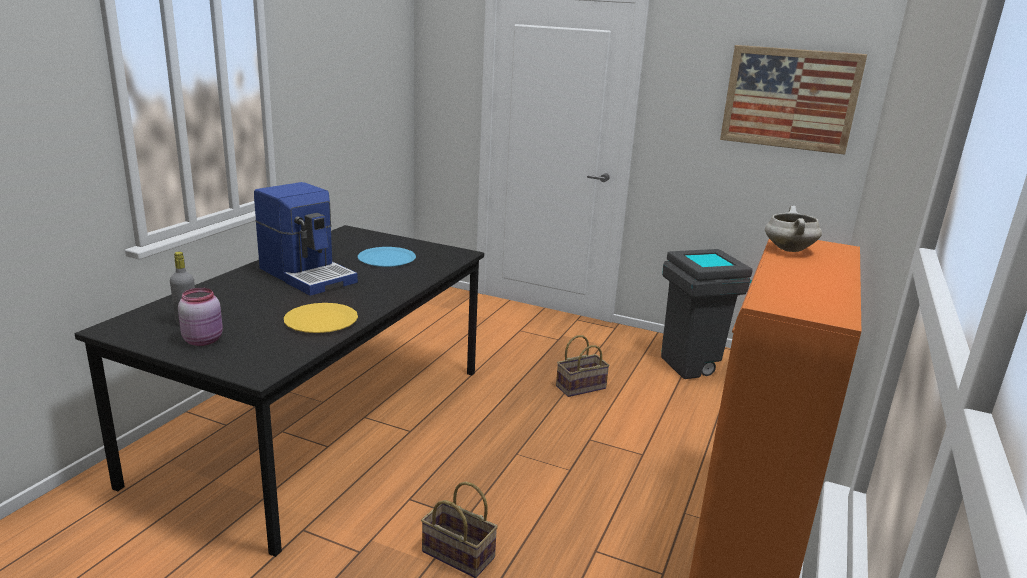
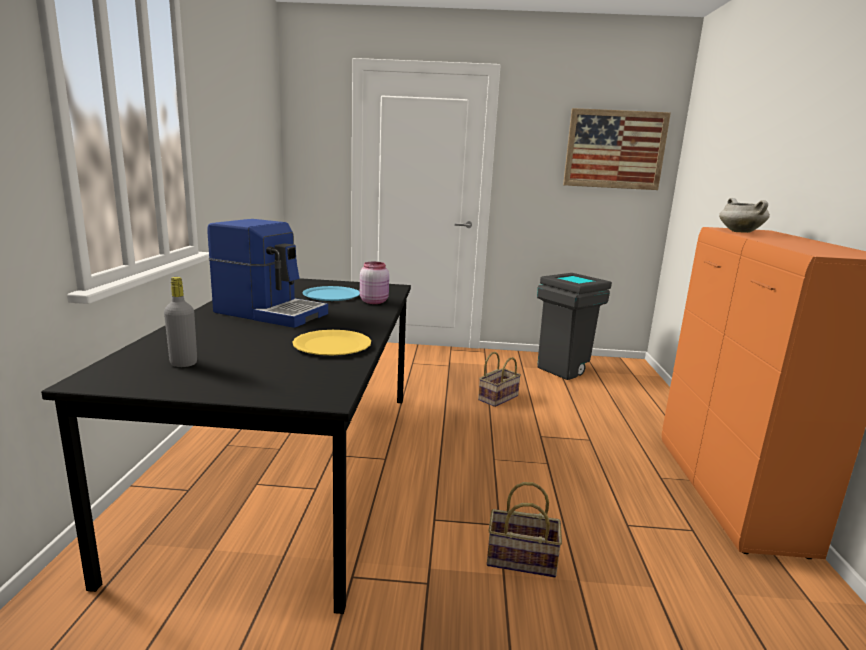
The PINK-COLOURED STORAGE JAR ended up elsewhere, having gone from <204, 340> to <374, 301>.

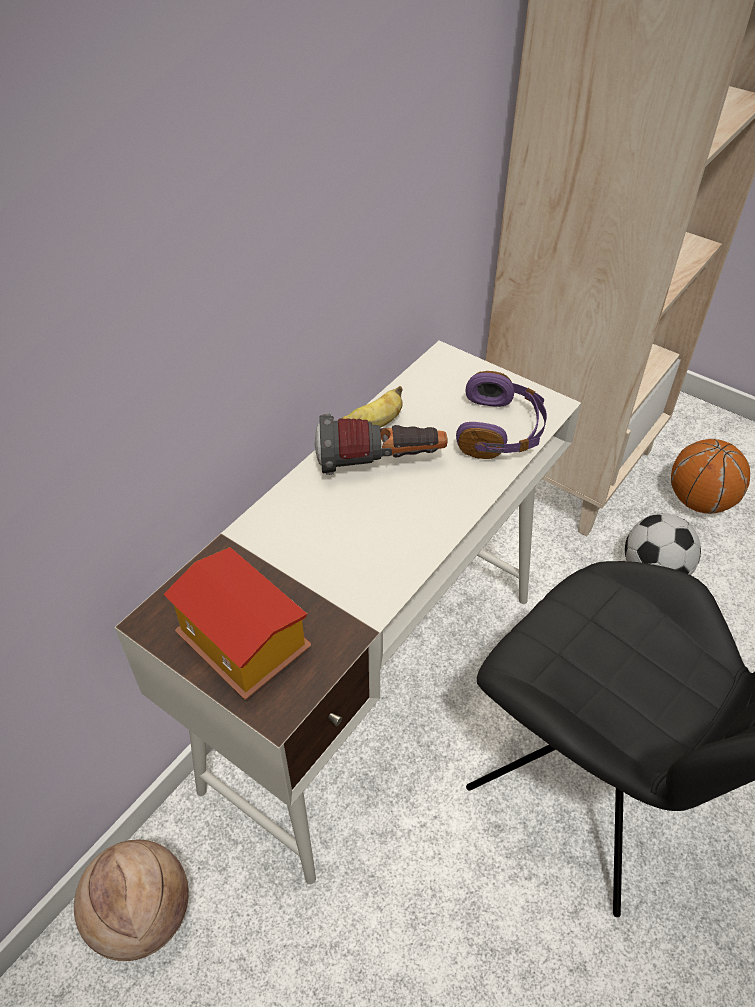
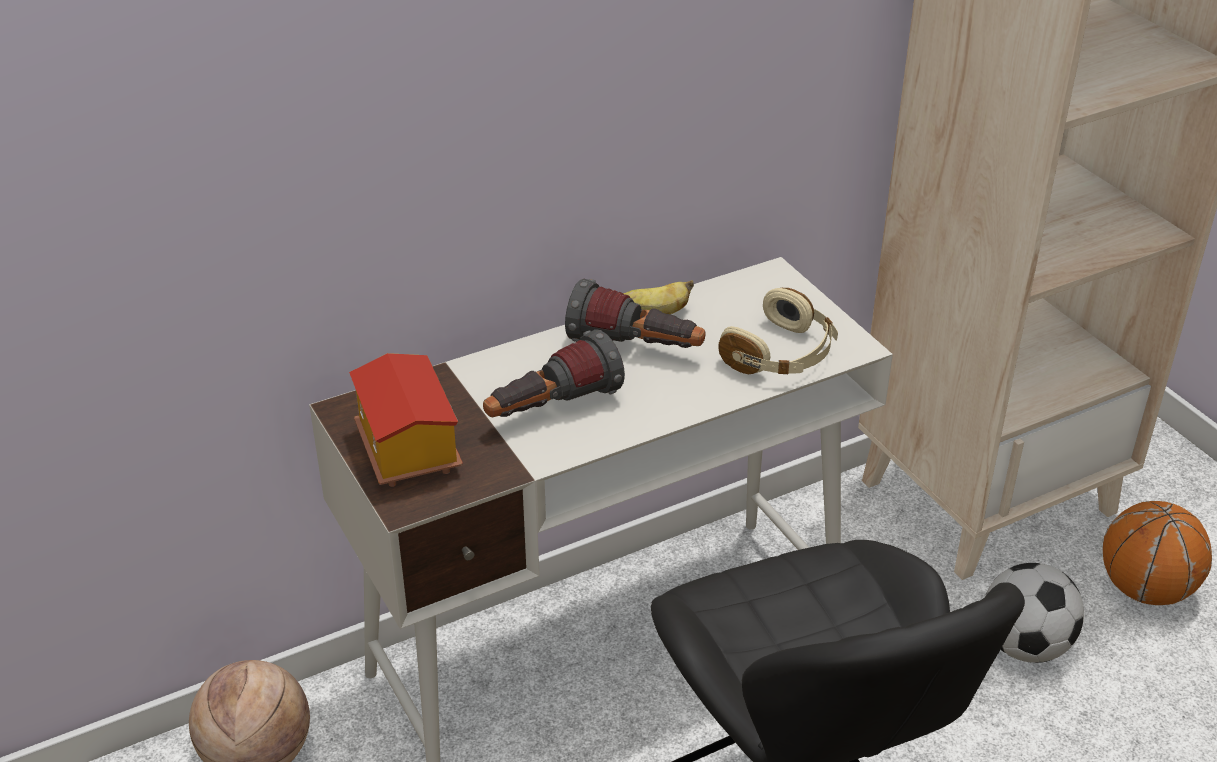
The second view gained the TORCH at <551, 409>. What was the PURPLE-COLOURED PAIR OF HEADPHONES at <500, 431> turned into the SAND-COLOURED PAIR OF HEADPHONES at <781, 355>.

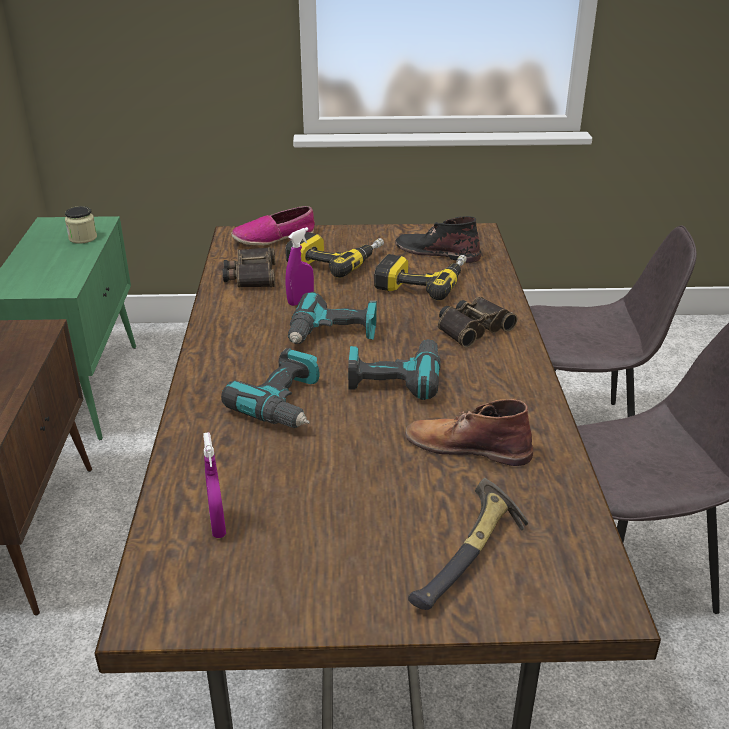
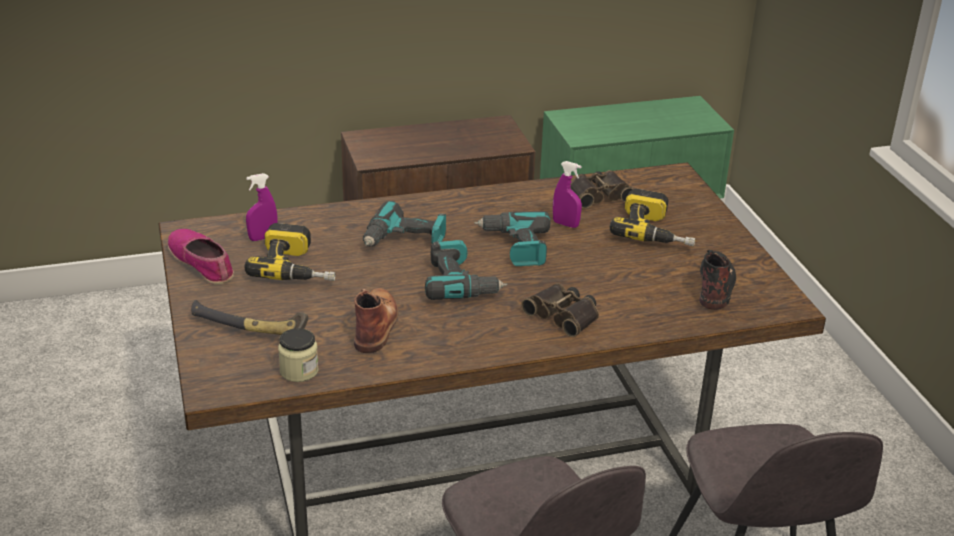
The STORAGE JAR ended up elsewhere, having gone from <83, 238> to <299, 371>. The SHOE ended up elsewhere, having gone from <274, 237> to <202, 263>. The ELECTRIC DRILL ended up elsewhere, having gone from <422, 282> to <298, 267>.

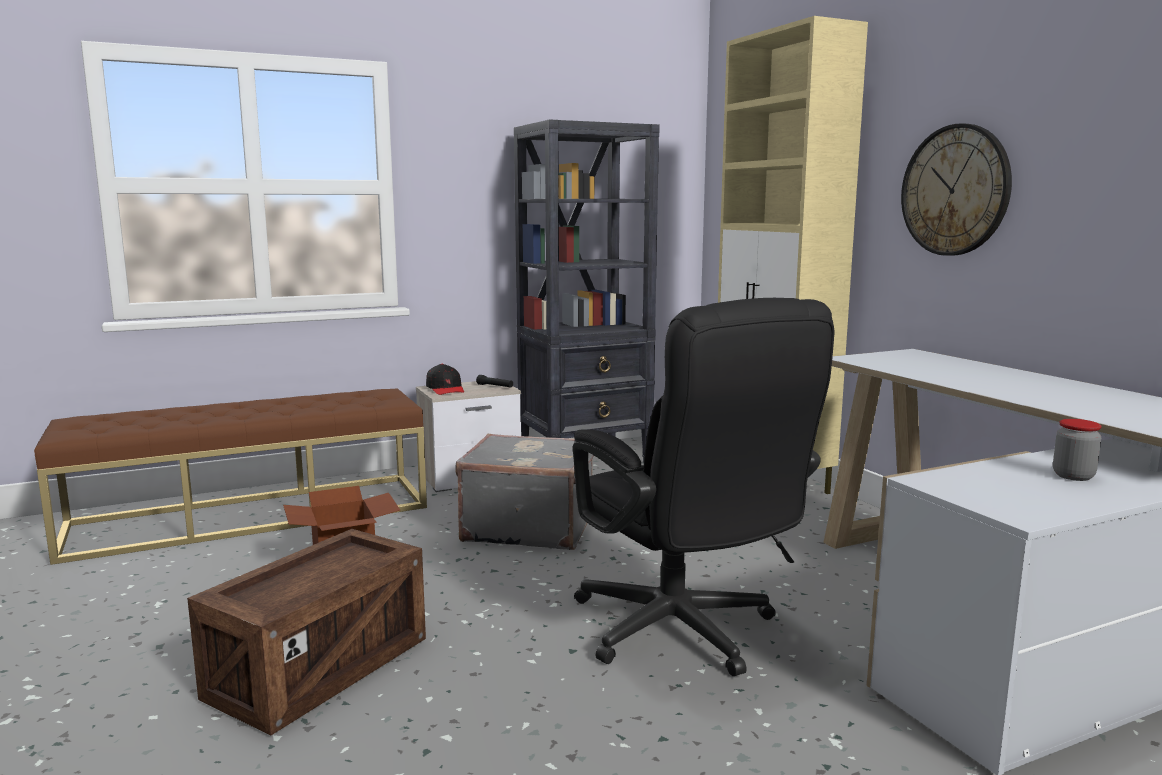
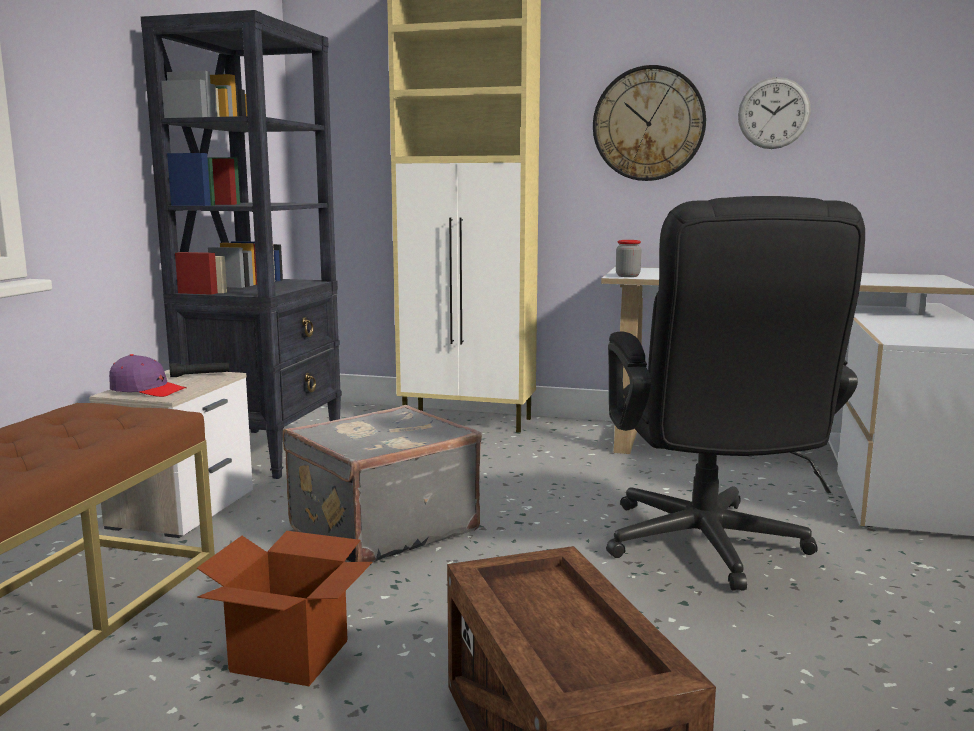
The second view gained the HANGING CLOCK at <774, 113>. The STORAGE JAR ended up elsewhere, having gone from <1073, 476> to <627, 276>. What was the BLACK BASEBALL CAP at <445, 389> turned into the PURPLE-COLOURED BASEBALL CAP at <147, 390>. The BLACK COMPUTER CHAIR at <684, 635> ended up facing another way, 75 degrees clockwise from before.

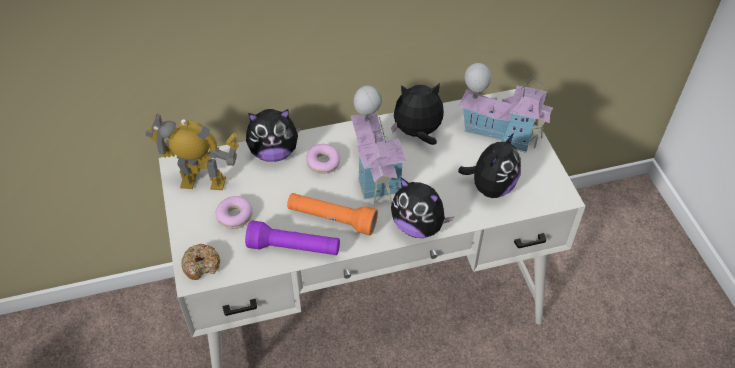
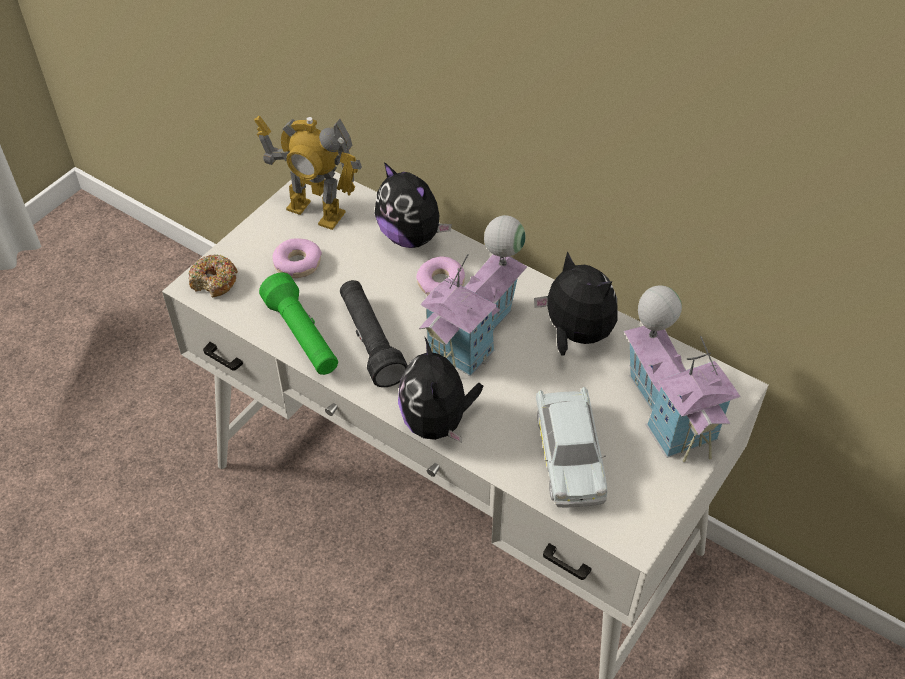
Where the SOFT TOY stood at <490, 187>, the WHITISH MODEL CAR came to stand at <569, 455>. What was the PURPLE-COLOURED TORCH at <294, 248> turned into the GREENISH TORCH at <302, 336>. What was the ORANGE-COLOURED TORCH at <332, 219> turned into the BLACK TORCH at <370, 341>. The TOY ROBOT at <203, 182> ended up facing another way, 150 degrees clockwise from before.

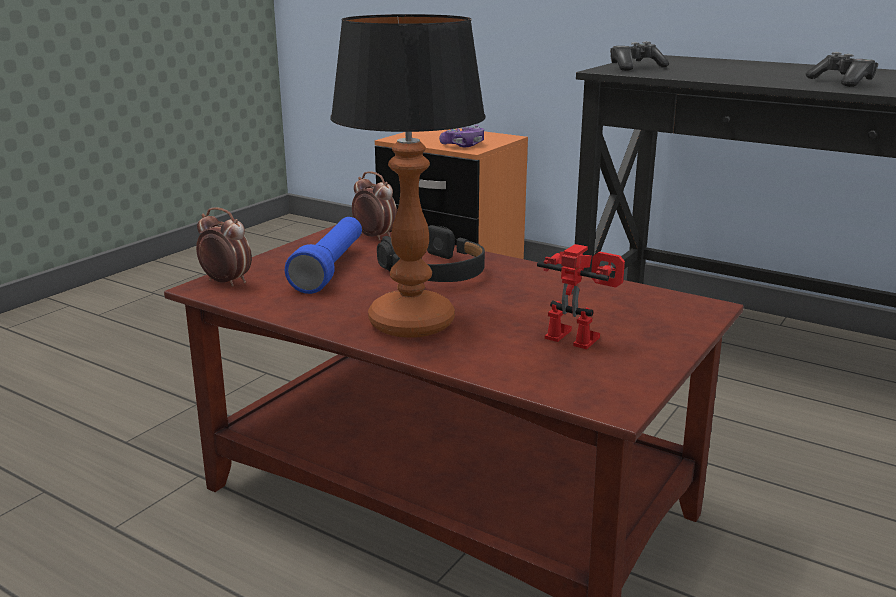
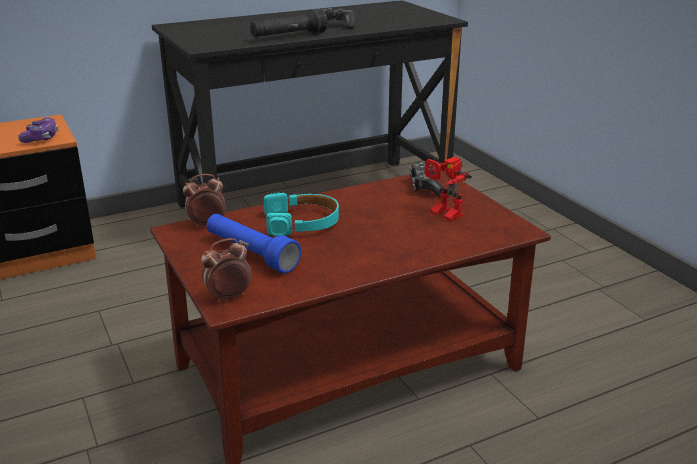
The second view lost the TABLE LAMP at <409, 322>. The second view gained the BLACK TORCH at <288, 36>. The GAME CONTROLLER ended up elsewhere, having gone from <635, 67> to <426, 187>. What was the BLACK PAIR OF HEADPHONES at <436, 271> turned into the BLUE-GREEN PAIR OF HEADPHONES at <302, 222>. The TOY ROBOT at <578, 336> ended up facing another way, 105 degrees counterclockwise from before.

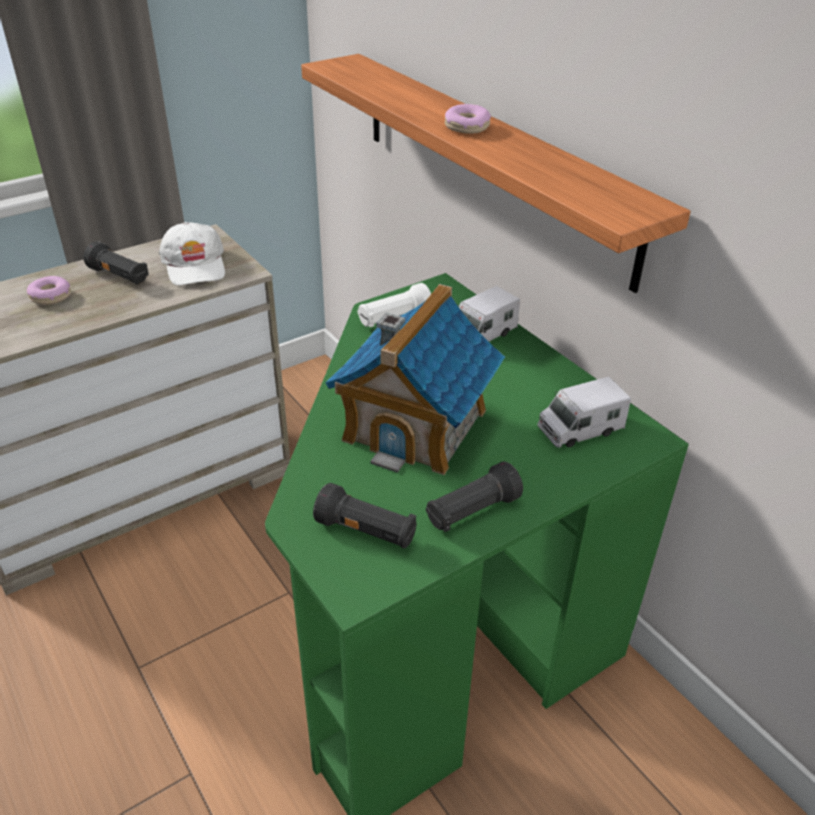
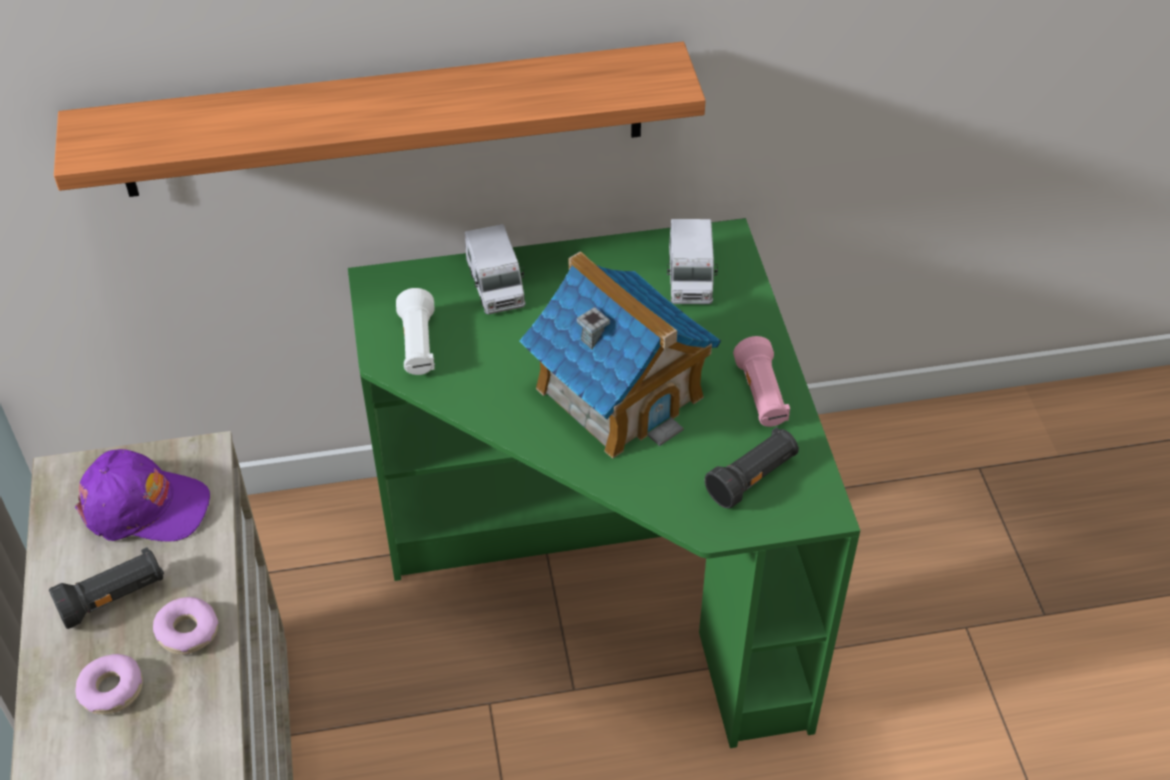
The DOUGHNUT ended up elsewhere, having gone from <466, 127> to <188, 632>. What was the WHITISH BASEBALL CAP at <195, 265> turned into the PURPLE-COLOURED BASEBALL CAP at <144, 506>. What was the BLACK TORCH at <471, 512> turned into the PINK-COLOURED TORCH at <761, 396>.

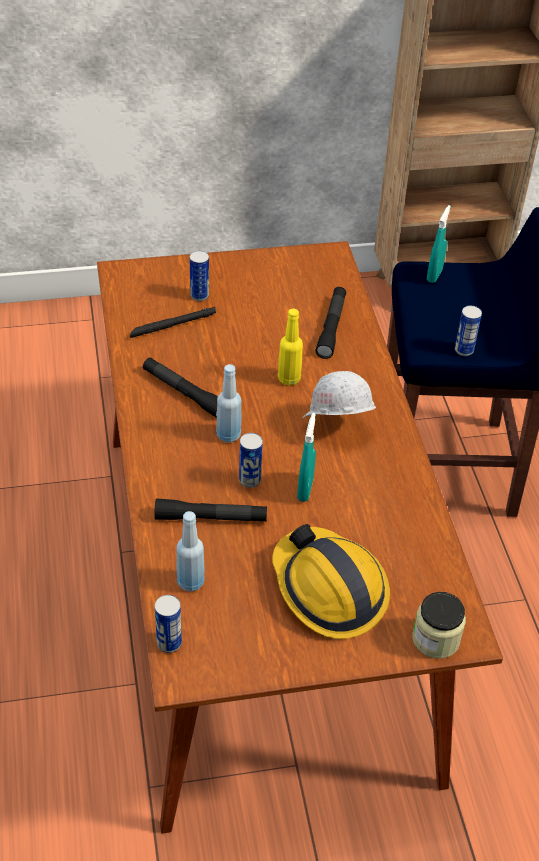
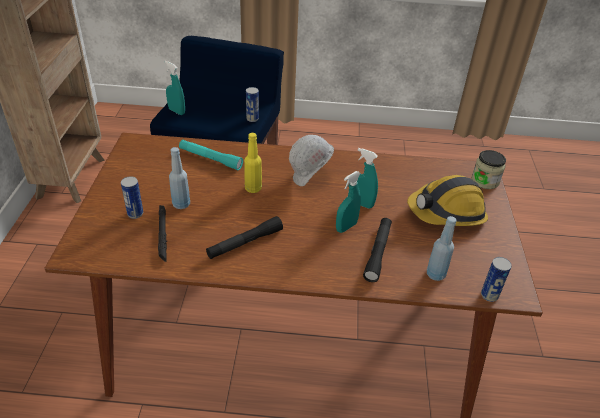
The BLUE BEVERAGE BOTTLE ended up elsewhere, having gone from <228, 435> to <181, 204>. Where the METAL CAN stood at <249, 480>, the BLUE-GREEN SPRAY BOTTLE came to stand at <346, 227>. What was the BLACK TORCH at <331, 327> turned into the BLUE-GREEN TORCH at <210, 159>.

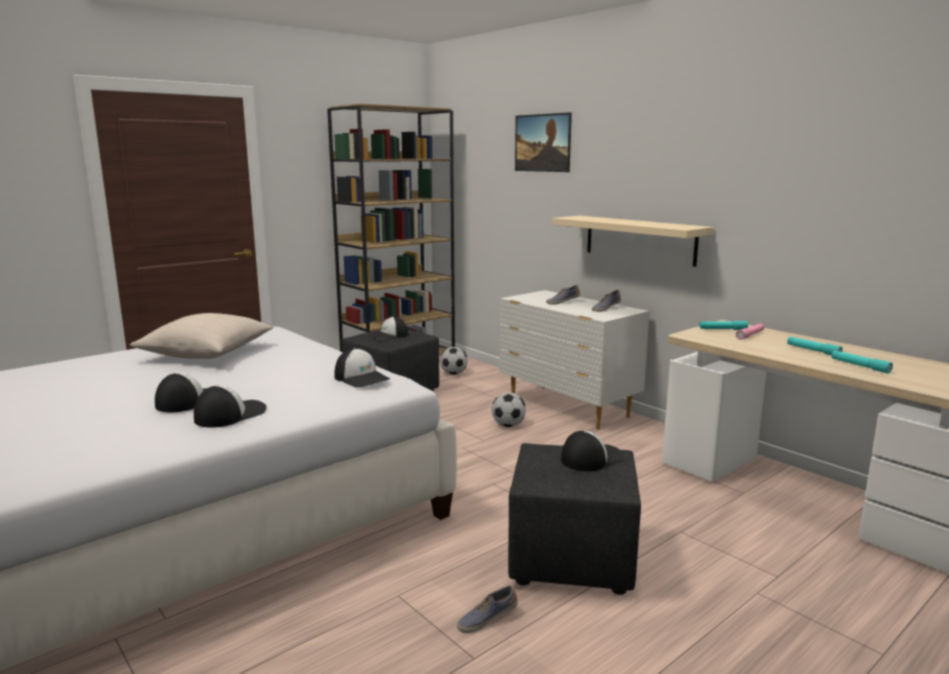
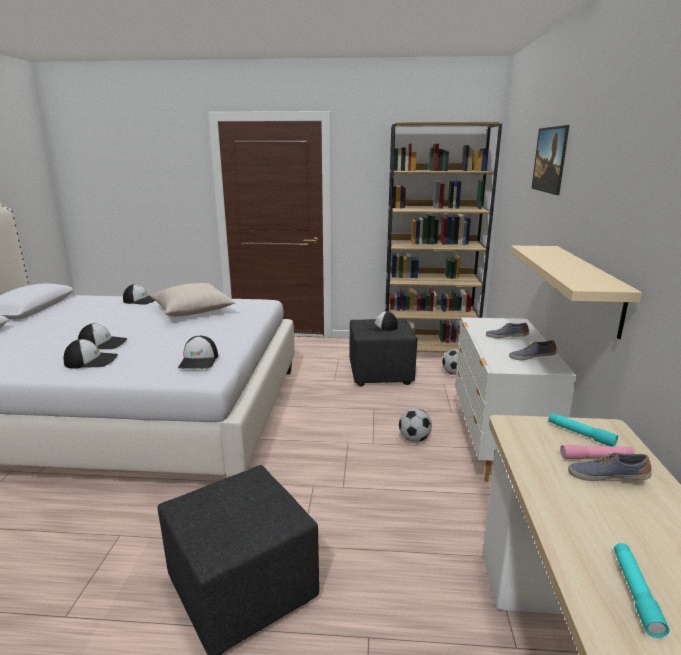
The second view lost the BLUE-GREEN TORCH at <813, 350>. The SHOE ended up elsewhere, having gone from <487, 619> to <606, 477>. The BASEBALL CAP ended up elsewhere, having gone from <591, 458> to <141, 300>.

